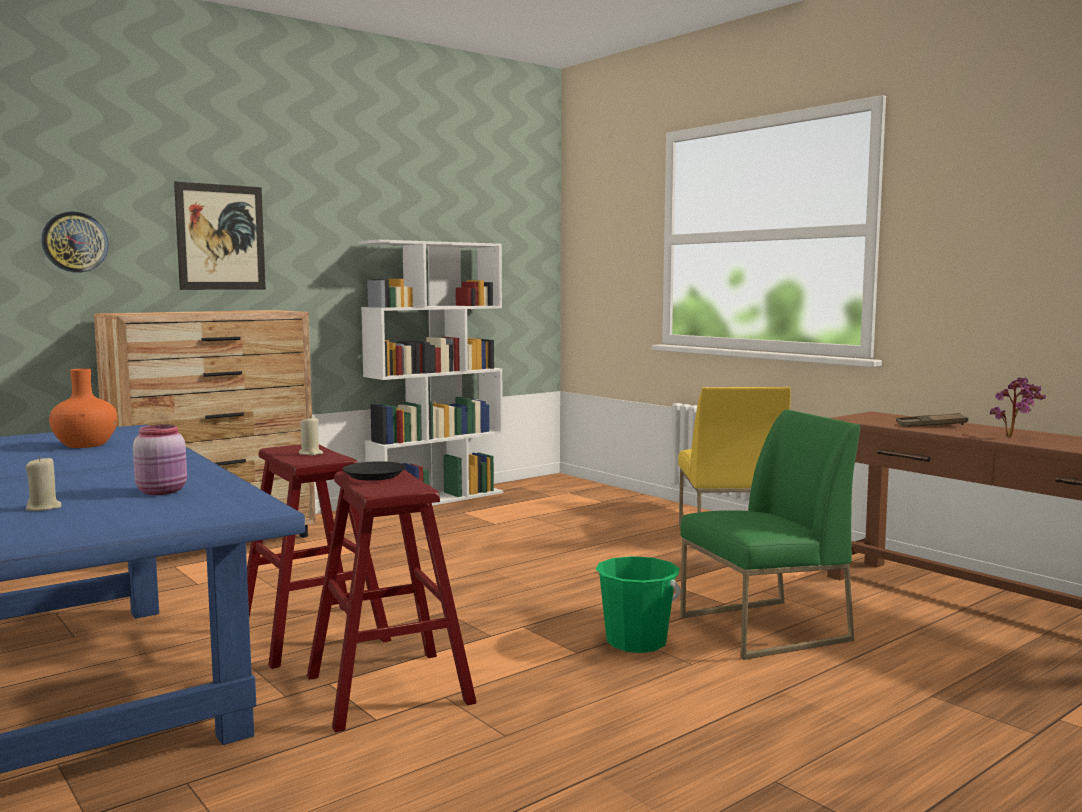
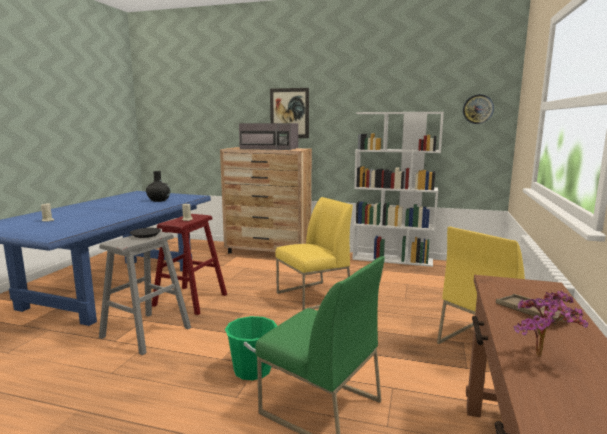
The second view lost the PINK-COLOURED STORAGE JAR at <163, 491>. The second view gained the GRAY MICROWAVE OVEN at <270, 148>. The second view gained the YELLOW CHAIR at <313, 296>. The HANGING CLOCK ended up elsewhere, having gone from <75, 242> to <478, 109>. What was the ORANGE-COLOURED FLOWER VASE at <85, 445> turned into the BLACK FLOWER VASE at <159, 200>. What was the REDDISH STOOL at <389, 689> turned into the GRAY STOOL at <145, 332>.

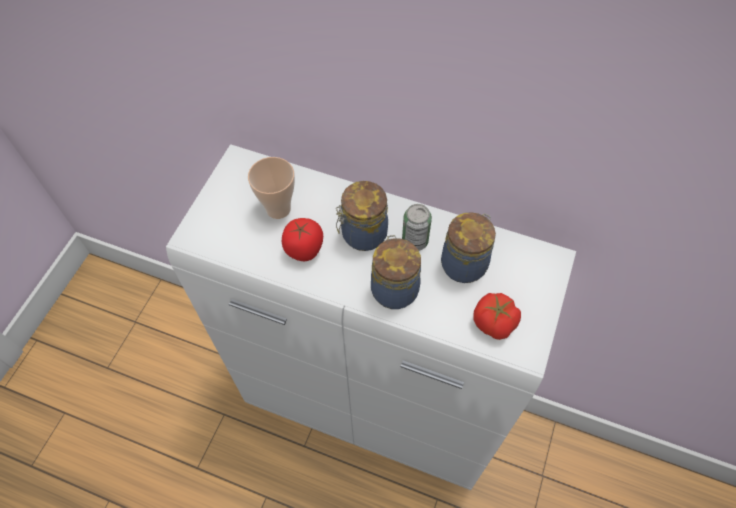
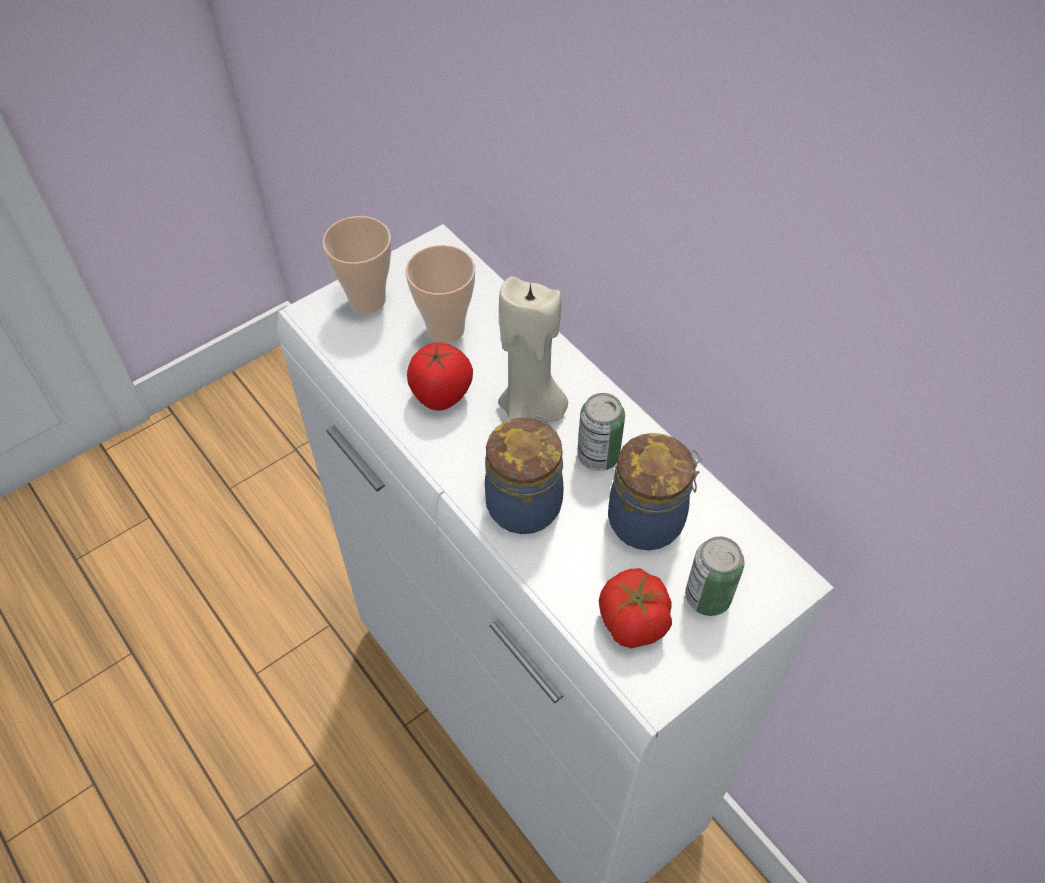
The second view gained the SMALL CUP at <367, 300>. The second view gained the METAL CAN at <707, 597>. Where the STORAGE JAR stood at <362, 235>, the SAND-COLOURED CANDLE came to stand at <531, 413>.

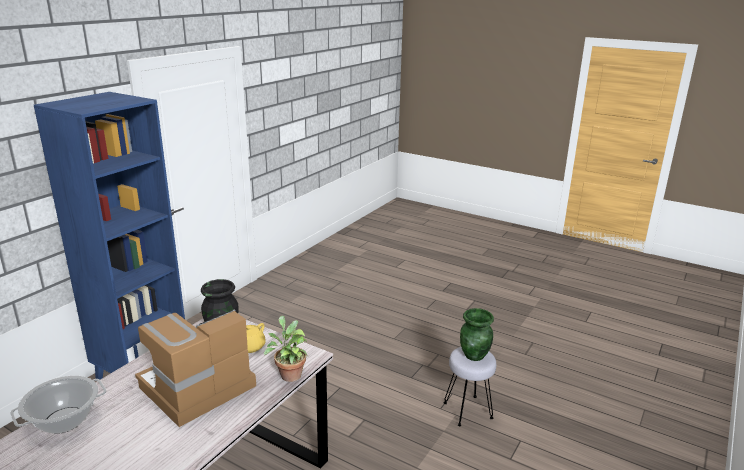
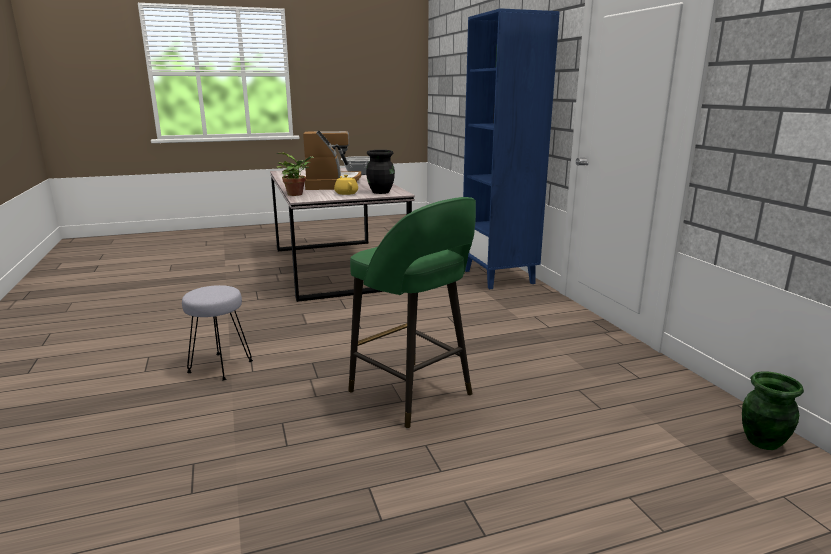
The second view gained the GREENISH STOOL at <412, 394>. The GREENISH FLOWER VASE ended up elsewhere, having gone from <475, 355> to <762, 442>.

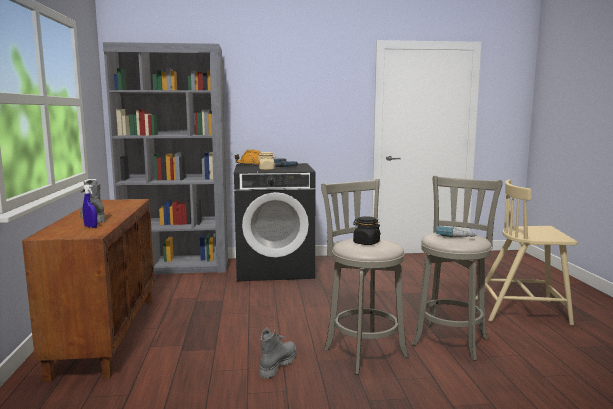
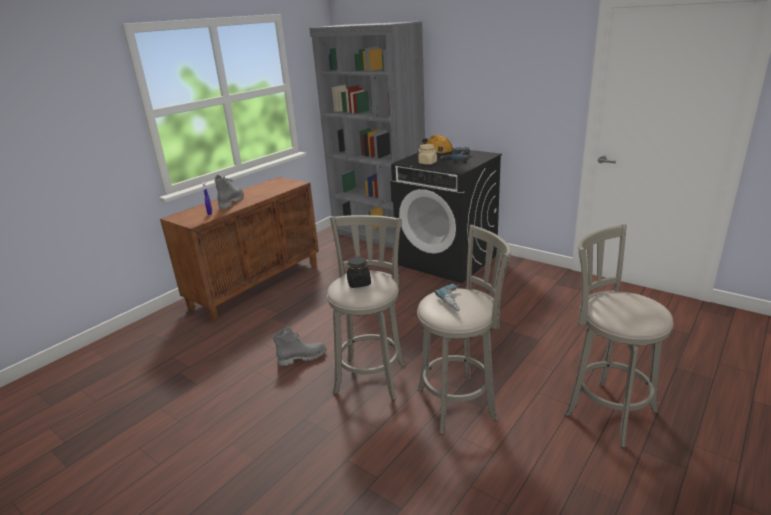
Where the SAND-COLOURED CHAIR stood at <523, 311>, the GRAY STOOL came to stand at <606, 410>.

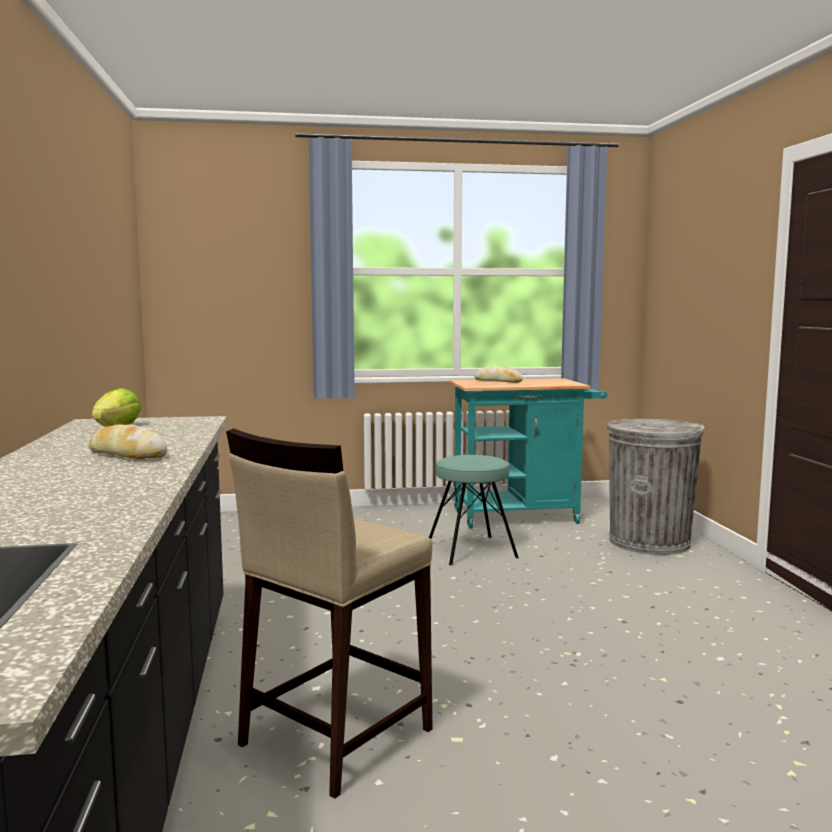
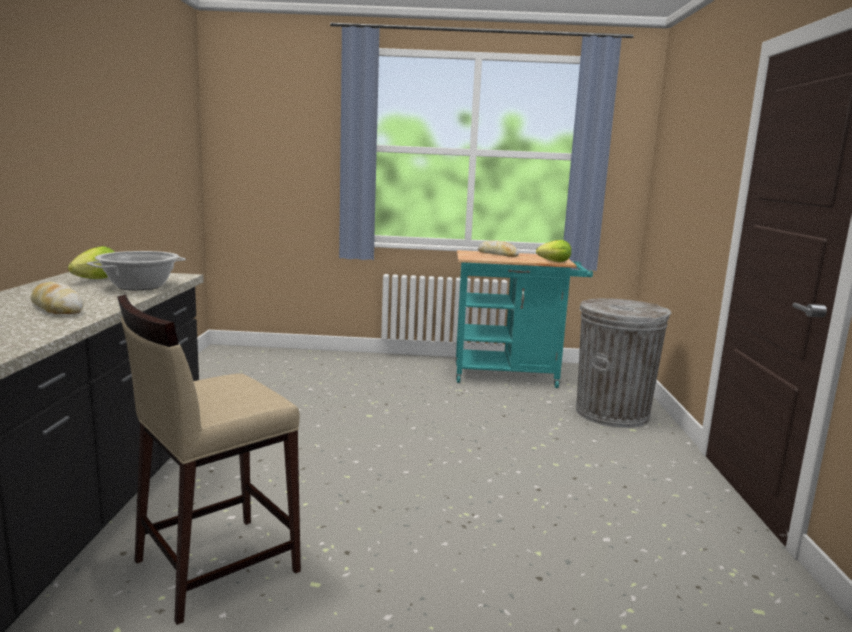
The second view lost the BLUE-GREEN STOOL at <471, 550>. The second view gained the STOCKPOT at <139, 286>. The second view gained the LETTUCE at <554, 262>.

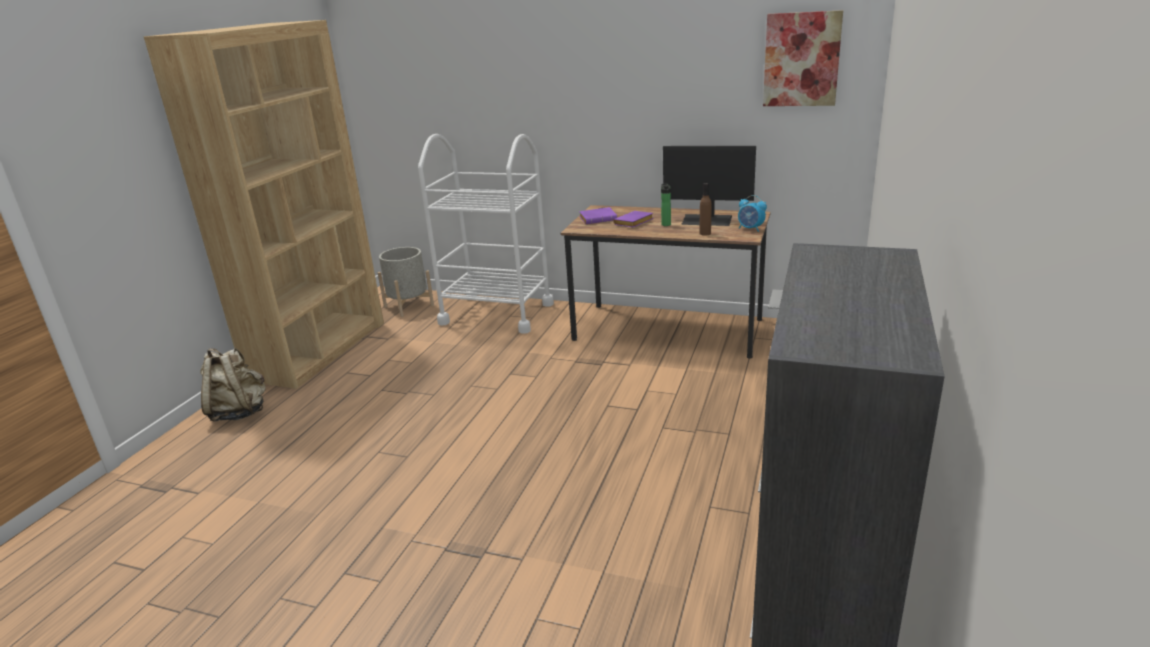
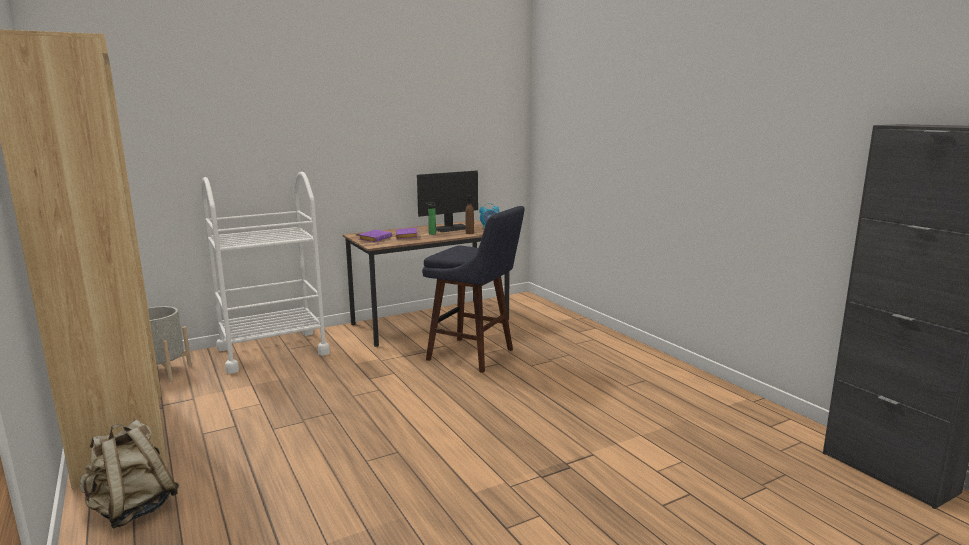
The second view lost the WALL ART at <801, 59>. The second view gained the BLUE STOOL at <475, 356>.

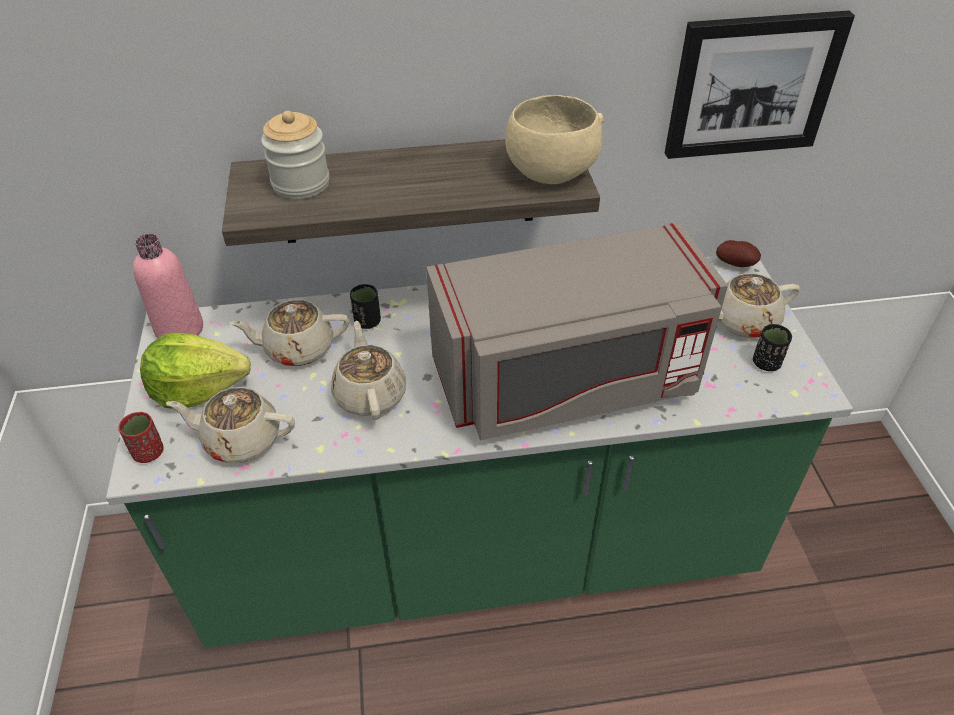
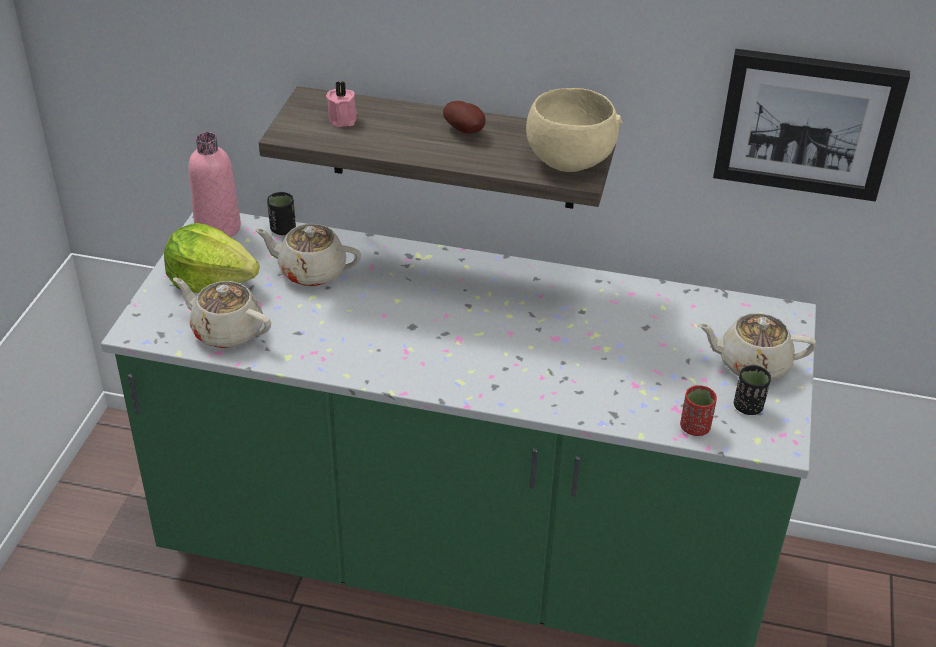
The second view lost the SAND-COLOURED TEAPOT at <370, 394>. The second view lost the GRAY MICROWAVE OVEN at <568, 380>. The REDDISH SMALL CUP ended up elsewhere, having gone from <149, 452> to <695, 427>. The BLACK SMALL CUP ended up elsewhere, having gone from <367, 322> to <283, 229>. The WHOLE POTATO ended up elsewhere, having gone from <736, 264> to <466, 131>. Where the STORAGE JAR stood at <301, 184>, the PINK-COLOURED CANDLE came to stand at <343, 118>.

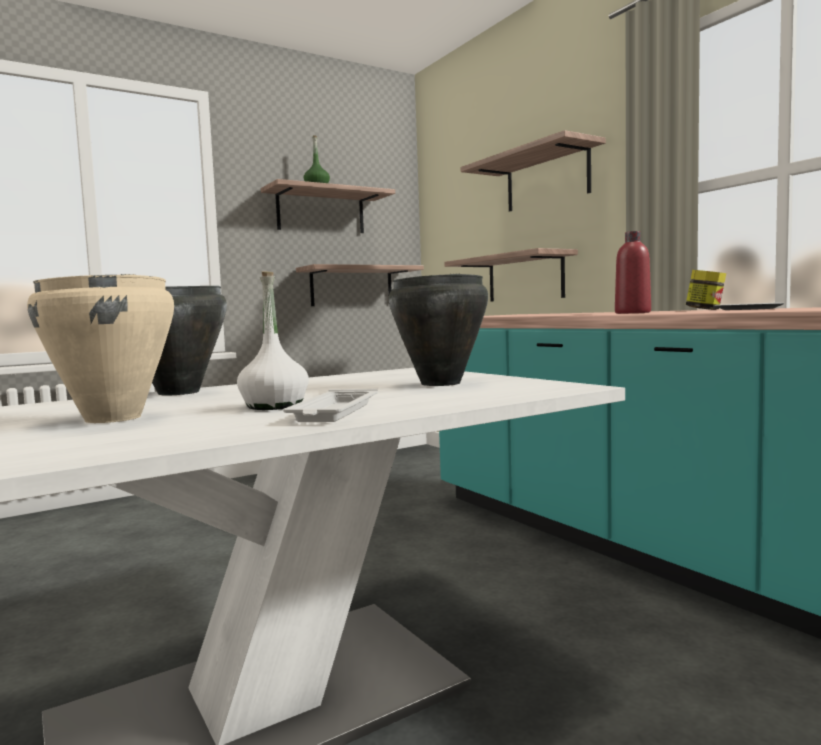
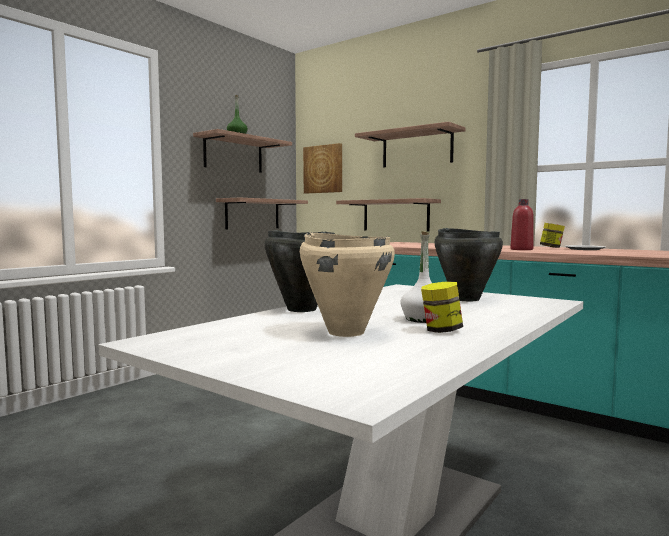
The second view lost the WHITISH SERVING TRAY at <334, 412>. The second view gained the WALL ART at <323, 169>. The second view gained the STORAGE JAR at <441, 331>.

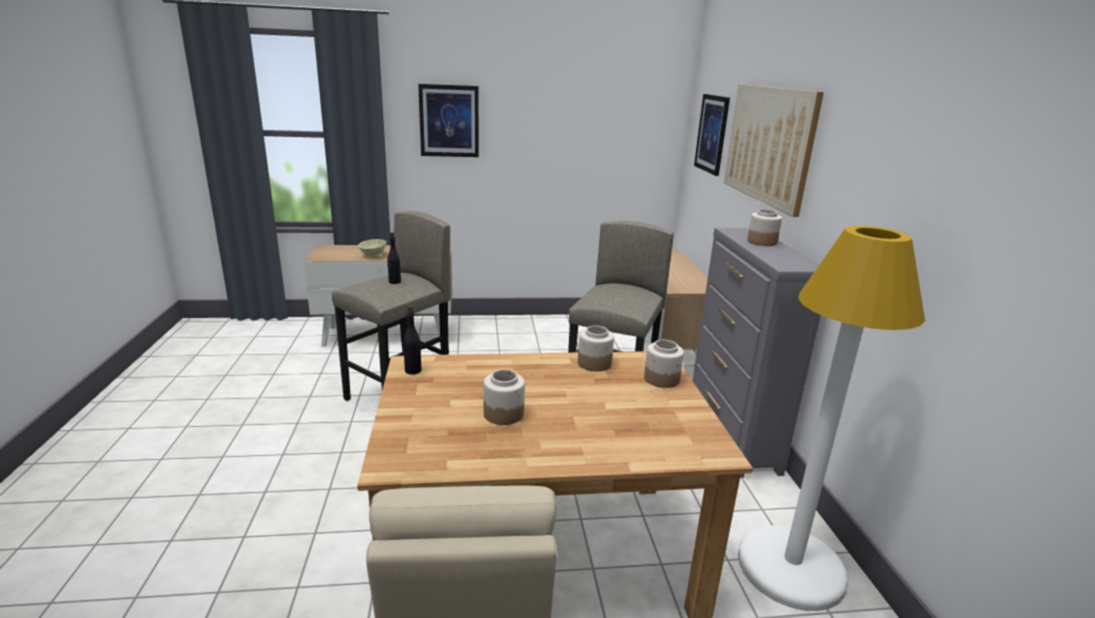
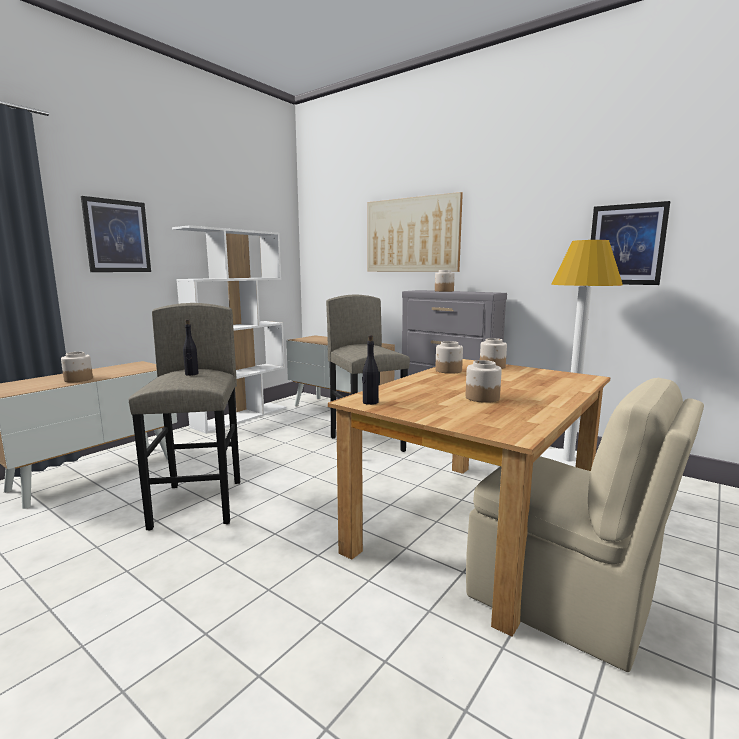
The second view gained the WHITISH BOOKSHELF at <241, 417>. The WALL ART ended up elsewhere, having gone from <712, 134> to <626, 245>. Where the SAND-COLOURED BOWL stood at <372, 255>, the STORAGE JAR came to stand at <78, 379>.

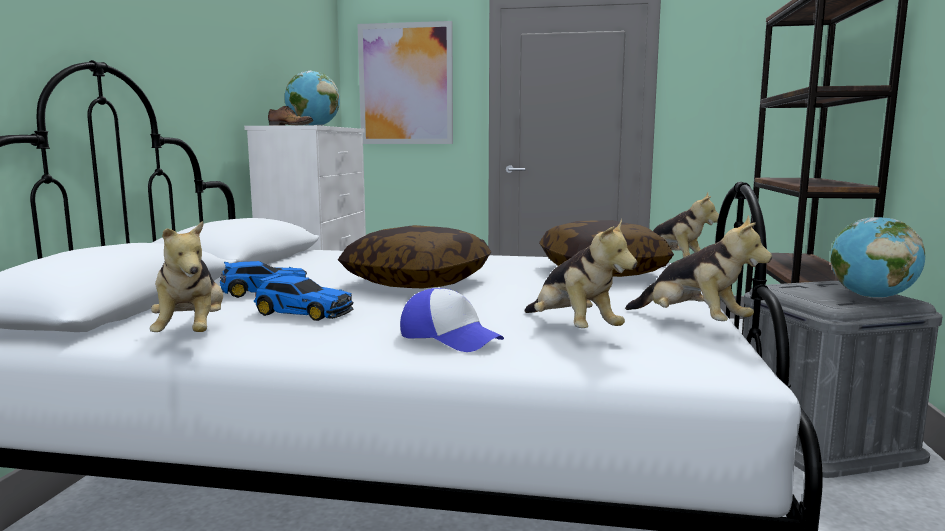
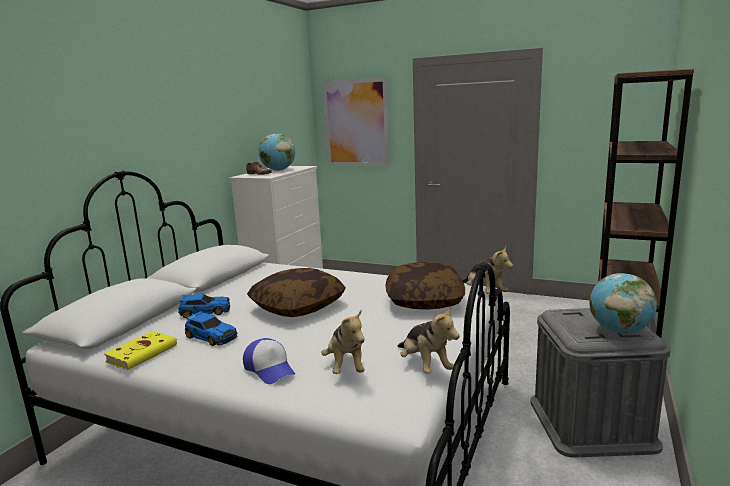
Where the SOFT TOY stood at <192, 333>, the YELLOW BOUND BOOK came to stand at <143, 353>.

